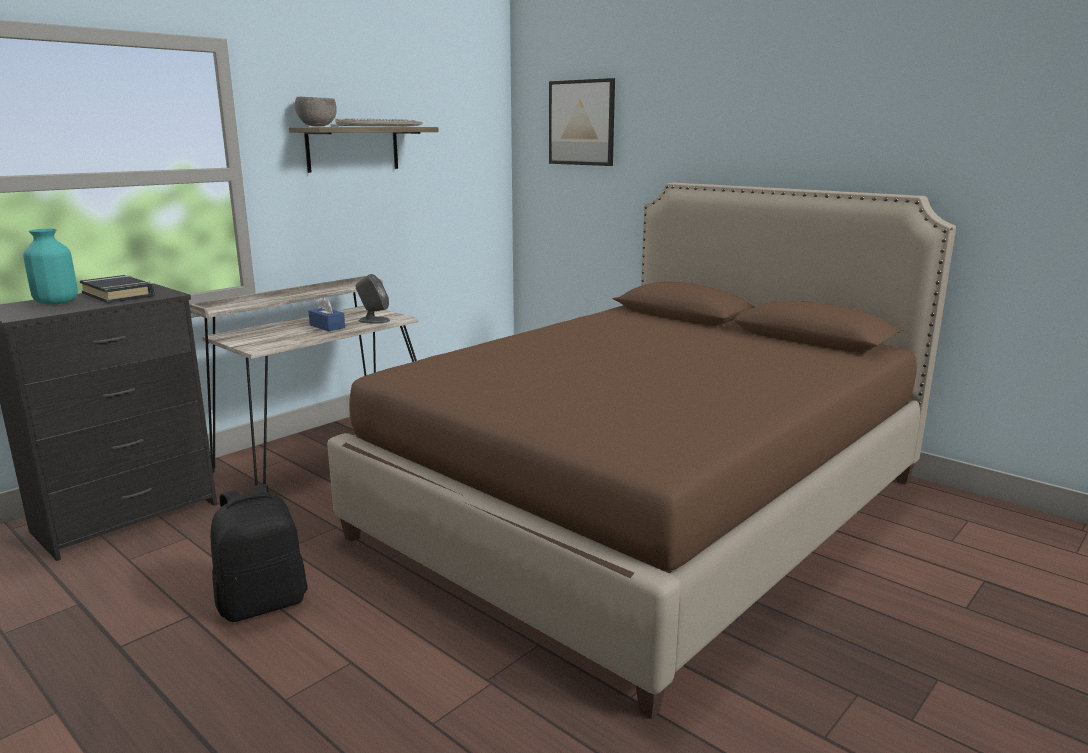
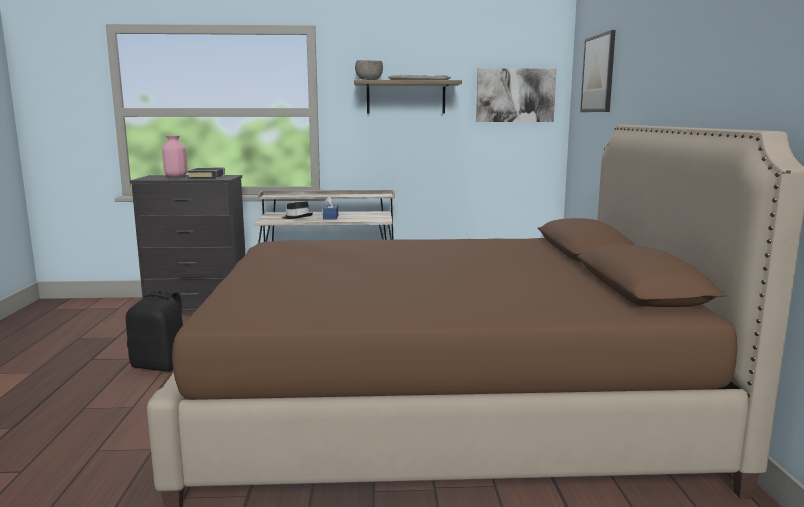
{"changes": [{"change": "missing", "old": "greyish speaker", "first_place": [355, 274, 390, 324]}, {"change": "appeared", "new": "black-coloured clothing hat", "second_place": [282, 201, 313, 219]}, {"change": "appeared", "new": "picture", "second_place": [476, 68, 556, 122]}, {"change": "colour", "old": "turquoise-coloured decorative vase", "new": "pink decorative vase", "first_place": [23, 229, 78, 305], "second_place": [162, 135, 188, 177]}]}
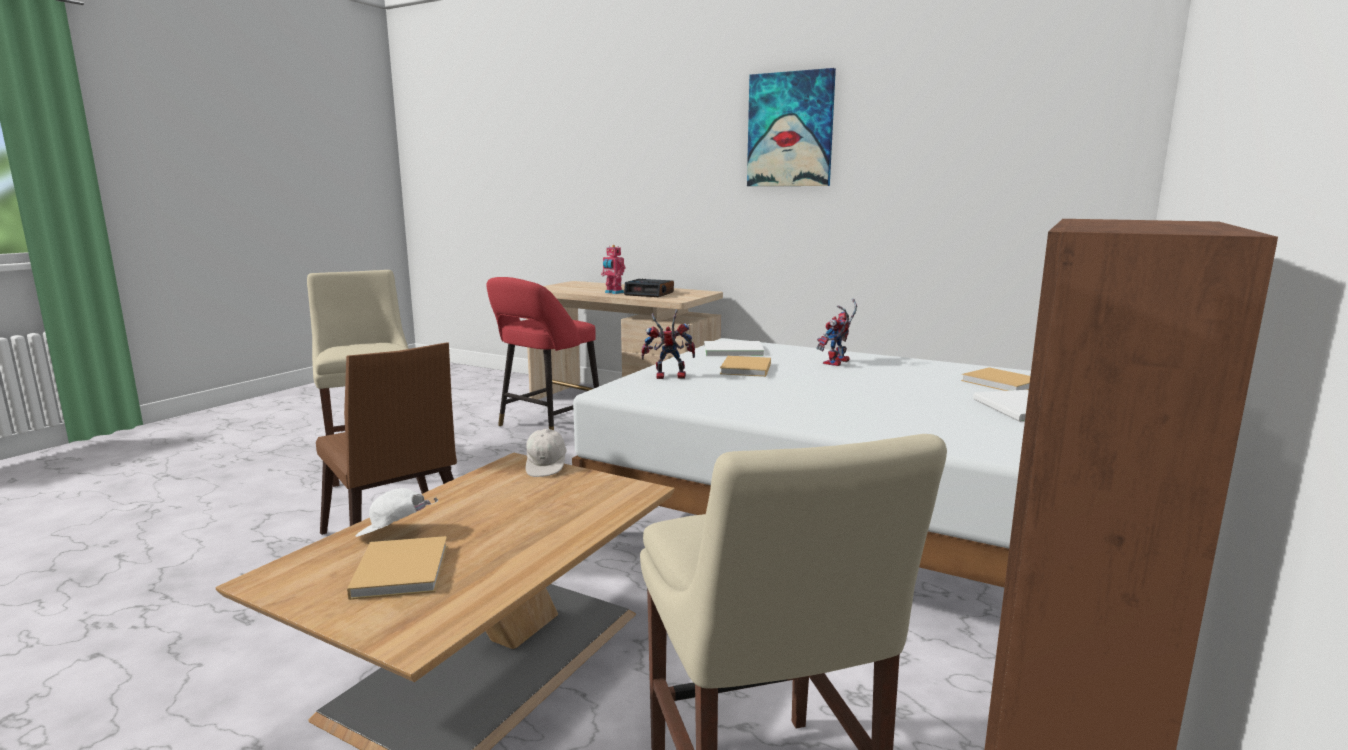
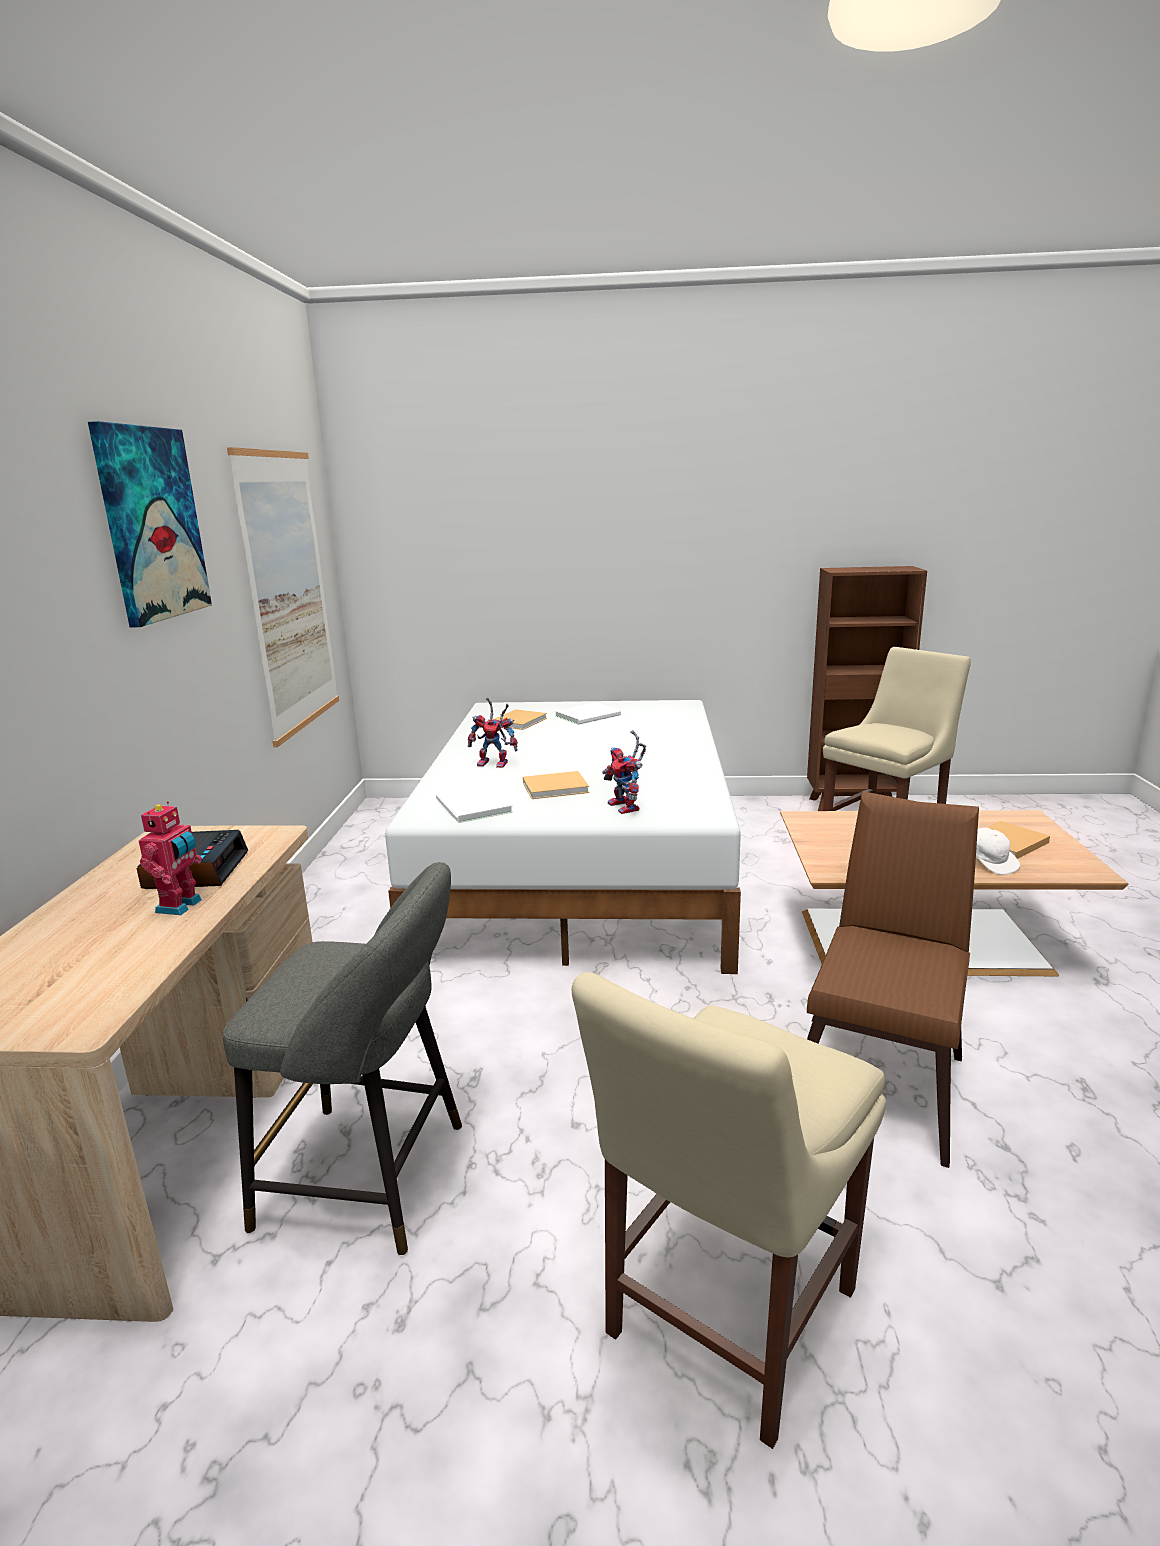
{"changes": [{"change": "missing", "old": "white-coloured peaked cap", "first_place": [526, 427, 567, 477]}, {"change": "appeared", "new": "picture", "second_place": [227, 447, 339, 747]}, {"change": "colour", "old": "red-coloured stool", "new": "greyish stool", "first_place": [487, 277, 599, 430], "second_place": [223, 862, 462, 1255]}]}
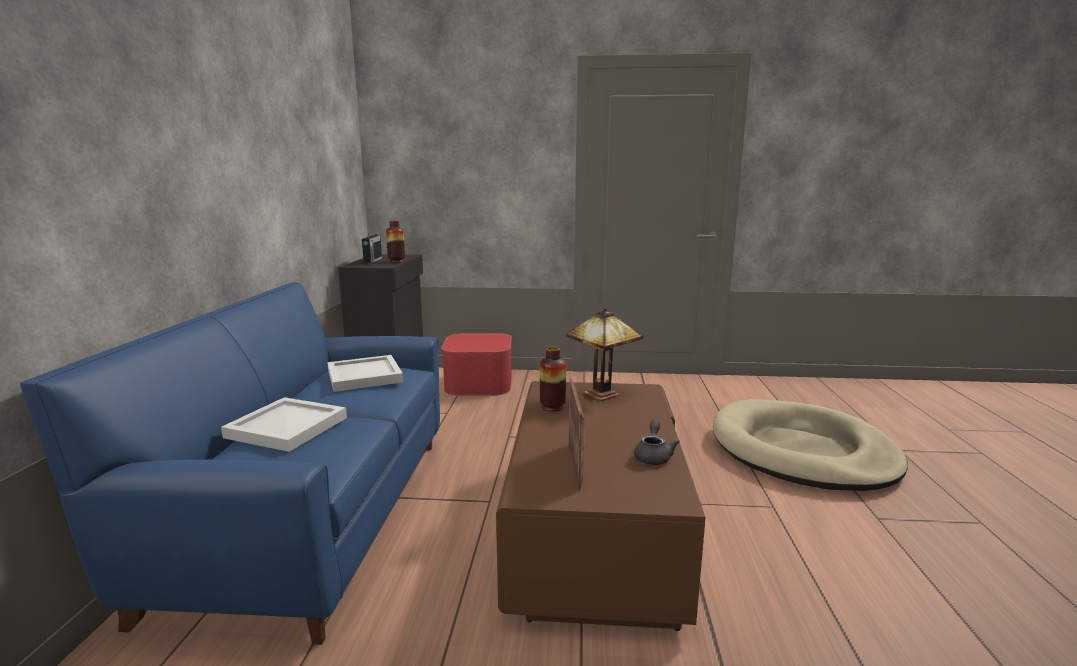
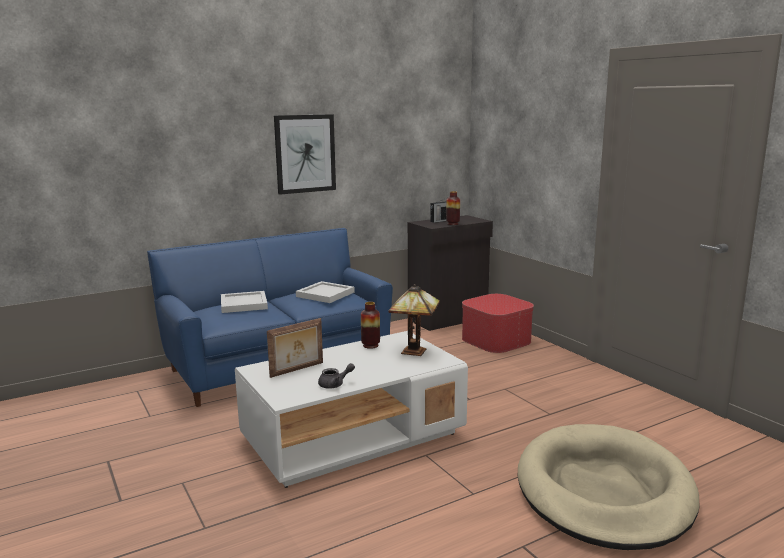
{"changes": [{"change": "appeared", "new": "picture", "second_place": [274, 114, 336, 195]}, {"change": "colour", "old": "brownish lounge table", "new": "white-coloured lounge table", "first_place": [496, 381, 706, 631], "second_place": [235, 331, 468, 488]}]}
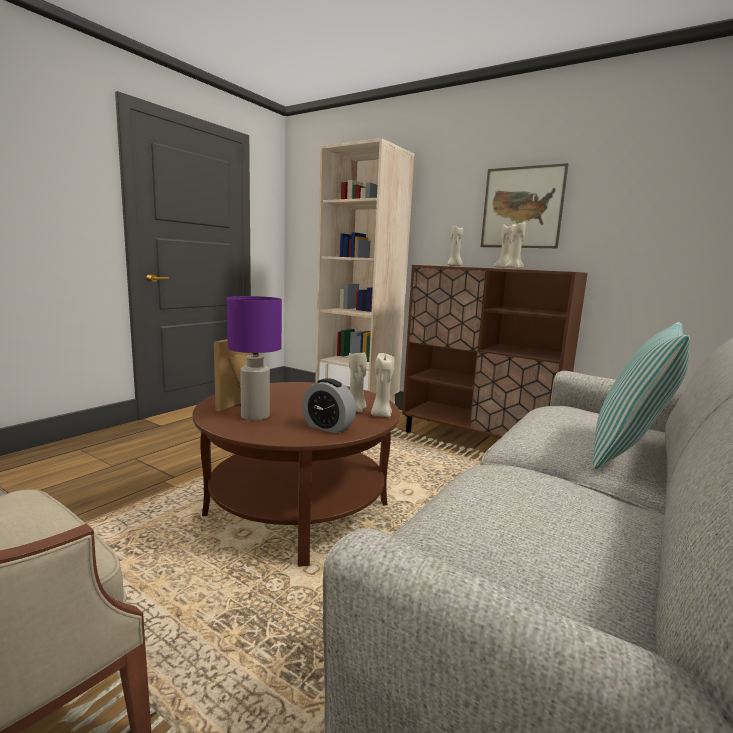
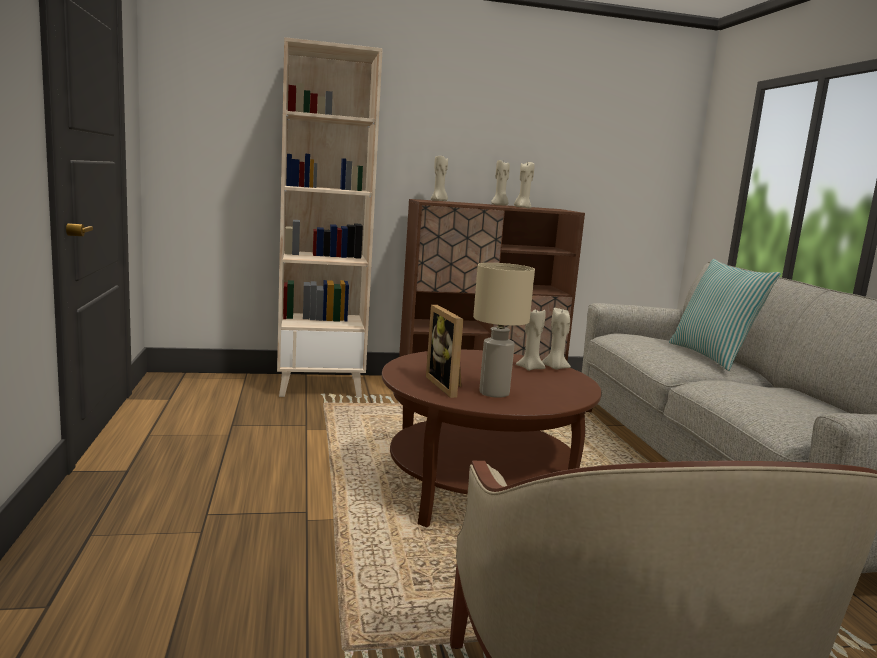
{"changes": [{"change": "missing", "old": "alarm clock", "first_place": [302, 378, 356, 434]}, {"change": "missing", "old": "picture", "first_place": [481, 163, 568, 248]}, {"change": "colour", "old": "purple table lamp", "new": "beige-coloured table lamp", "first_place": [227, 296, 282, 421], "second_place": [473, 263, 535, 398]}]}
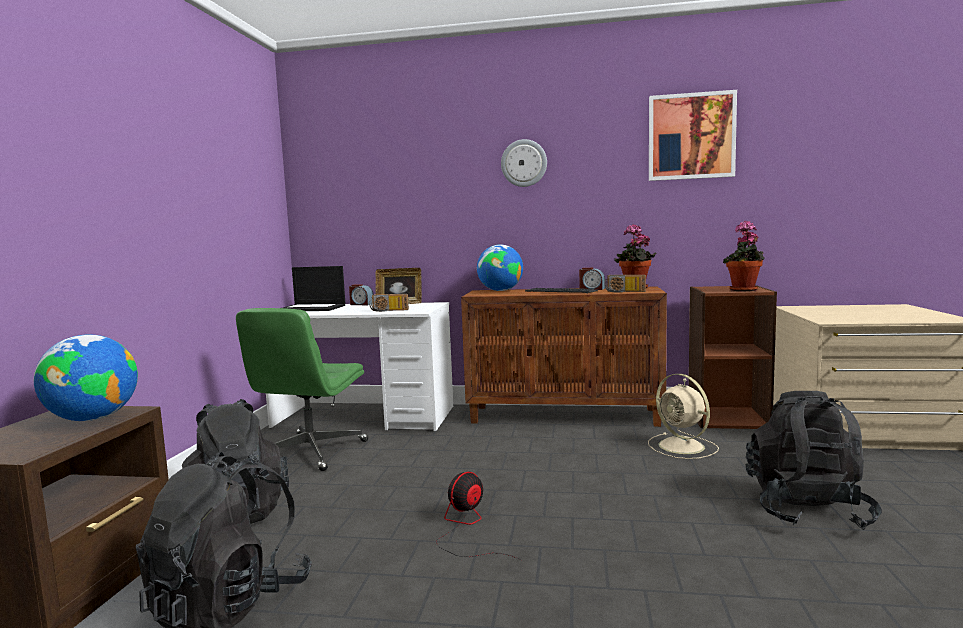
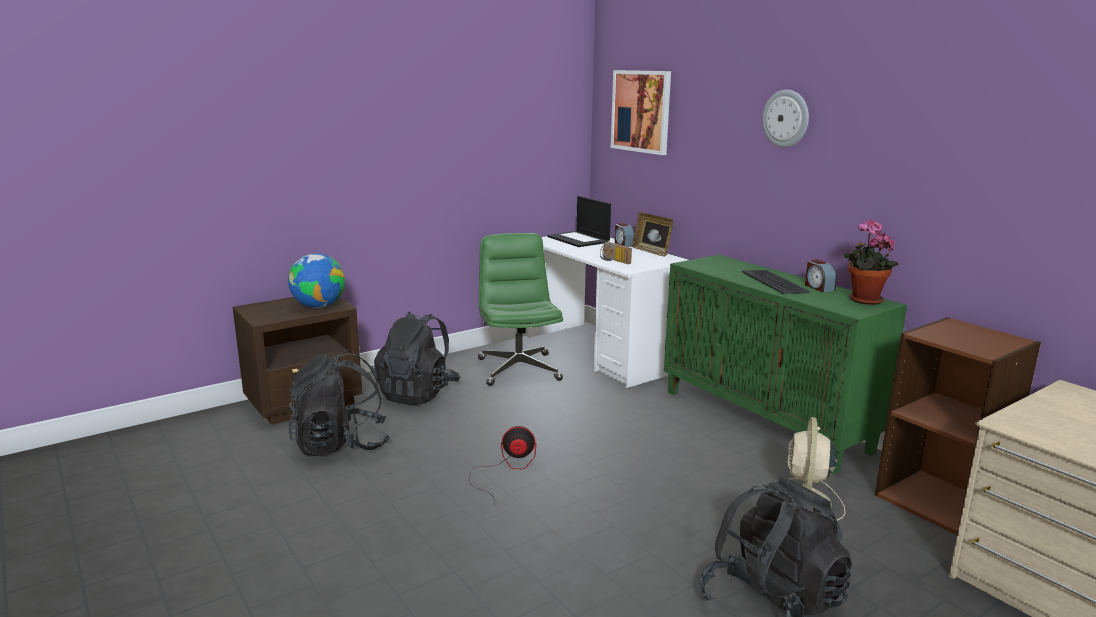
{"changes": [{"change": "missing", "old": "desk globe", "first_place": [477, 245, 523, 291]}, {"change": "missing", "old": "radio receiver", "first_place": [604, 275, 646, 292]}, {"change": "missing", "old": "potted plant", "first_place": [723, 221, 765, 291]}, {"change": "relocated", "old": "picture", "first_place": [649, 90, 737, 181], "second_place": [611, 70, 671, 155]}, {"change": "colour", "old": "brownish storage cabinet", "new": "green storage cabinet", "first_place": [461, 286, 667, 427], "second_place": [664, 255, 907, 474]}, {"change": "spun", "old": "green office chair", "first_place": [236, 308, 369, 471], "second_place": [478, 233, 563, 386], "degrees": 105}]}
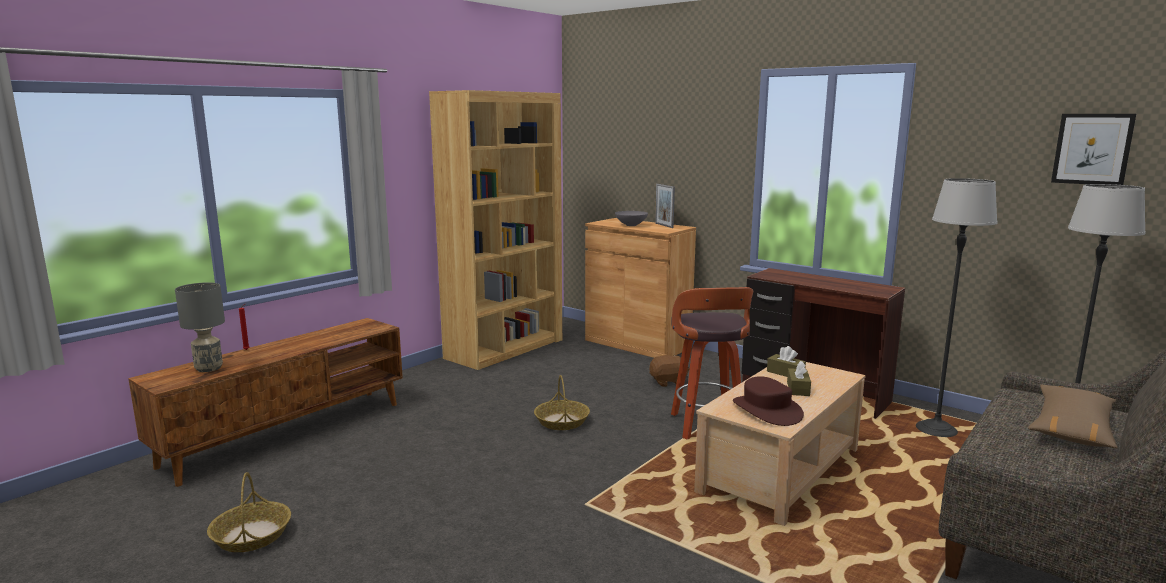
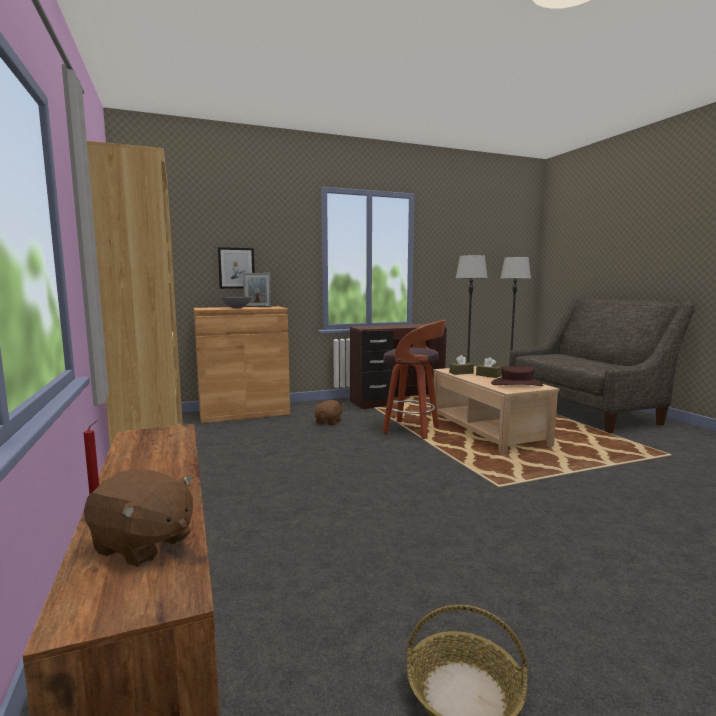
{"changes": [{"change": "missing", "old": "storage basket", "first_place": [534, 375, 590, 430]}, {"change": "missing", "old": "brownish cushion", "first_place": [1028, 385, 1118, 448]}, {"change": "relocated", "old": "picture", "first_place": [1051, 114, 1136, 185], "second_place": [218, 247, 255, 289]}, {"change": "exchanged", "old": "greyish table lamp", "new": "brownish soft toy", "first_place": [175, 282, 225, 372], "second_place": [84, 469, 193, 567]}]}
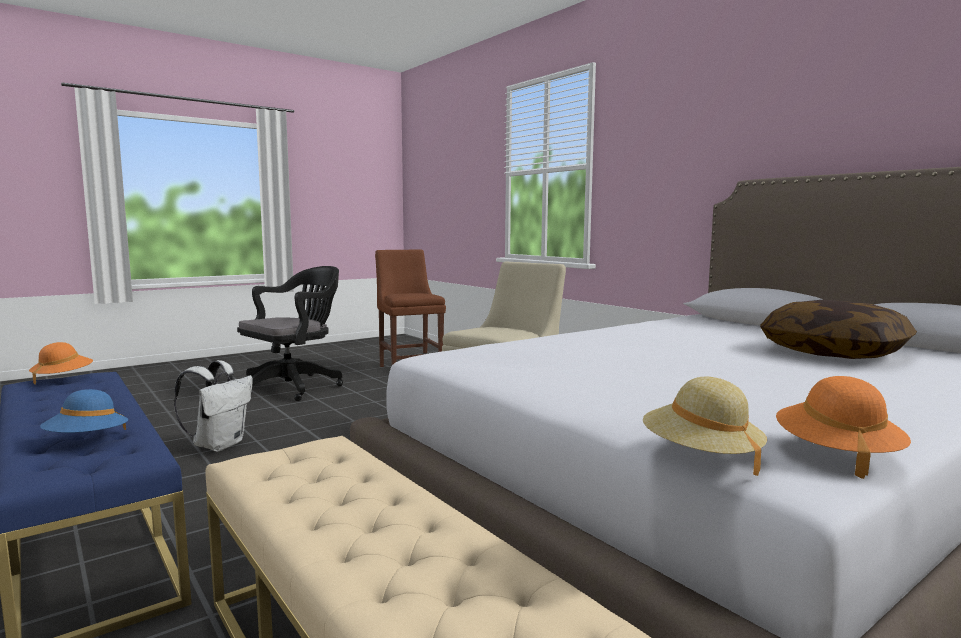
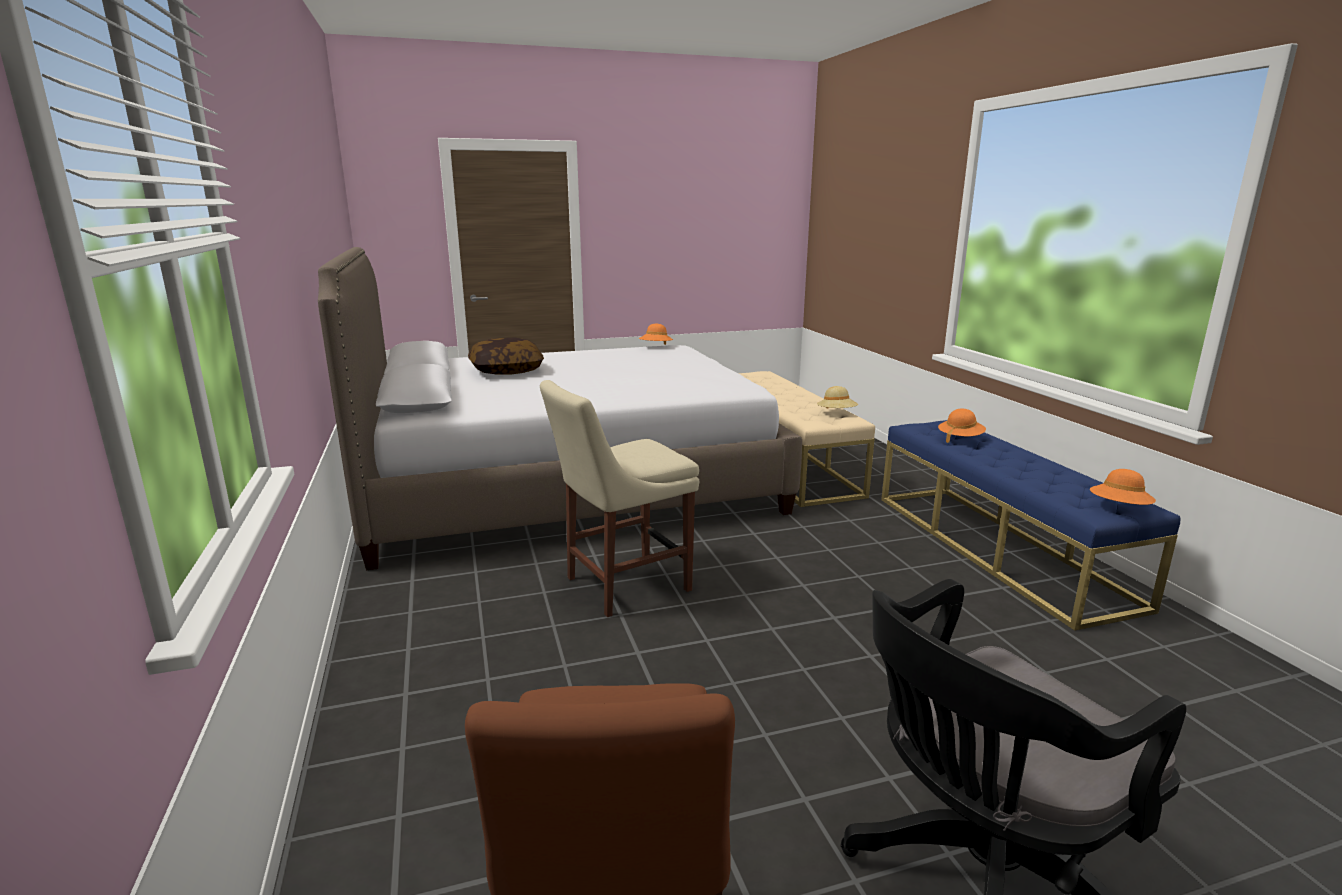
{"changes": [{"change": "missing", "old": "white-coloured backpack", "first_place": [174, 360, 253, 451]}, {"change": "relocated", "old": "beige-coloured clothing hat", "first_place": [643, 377, 767, 476], "second_place": [817, 386, 858, 409]}, {"change": "colour", "old": "blue-coloured clothing hat", "new": "orange clothing hat", "first_place": [40, 389, 128, 433], "second_place": [938, 408, 986, 443]}]}
